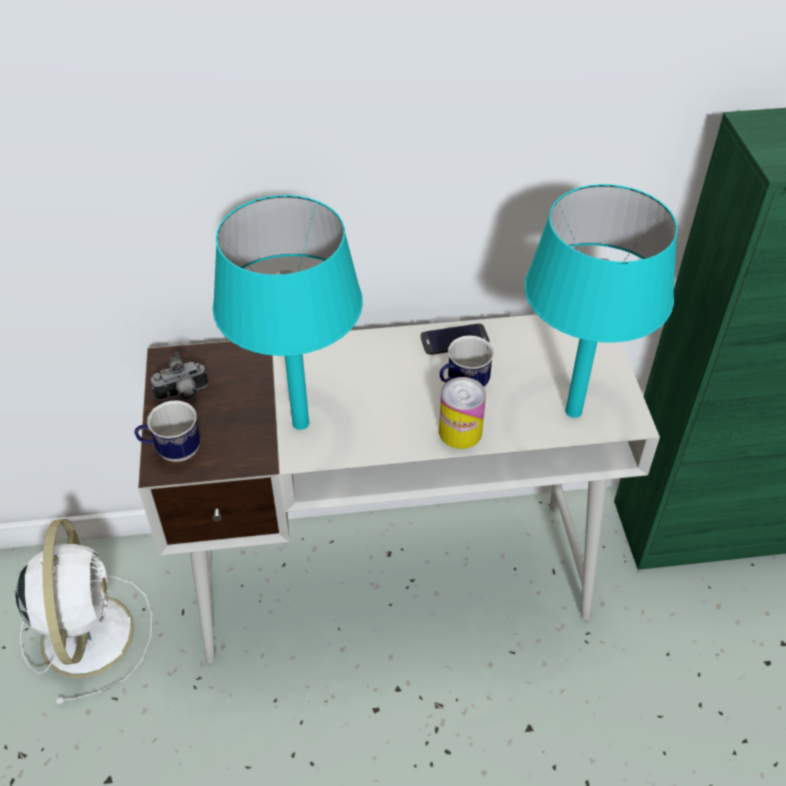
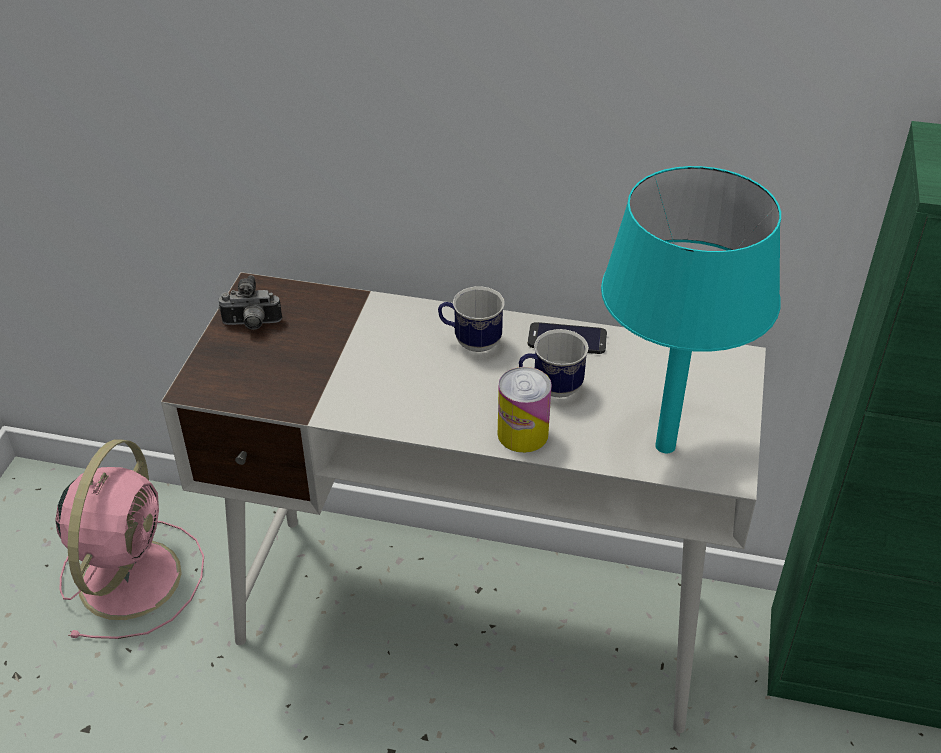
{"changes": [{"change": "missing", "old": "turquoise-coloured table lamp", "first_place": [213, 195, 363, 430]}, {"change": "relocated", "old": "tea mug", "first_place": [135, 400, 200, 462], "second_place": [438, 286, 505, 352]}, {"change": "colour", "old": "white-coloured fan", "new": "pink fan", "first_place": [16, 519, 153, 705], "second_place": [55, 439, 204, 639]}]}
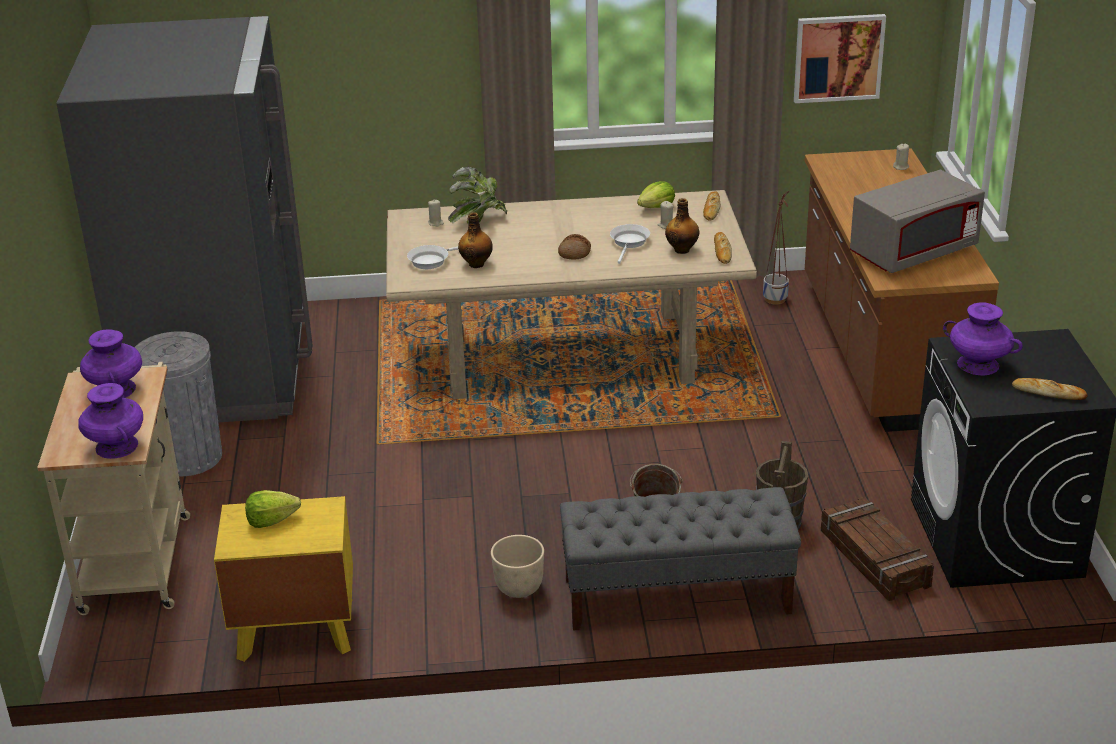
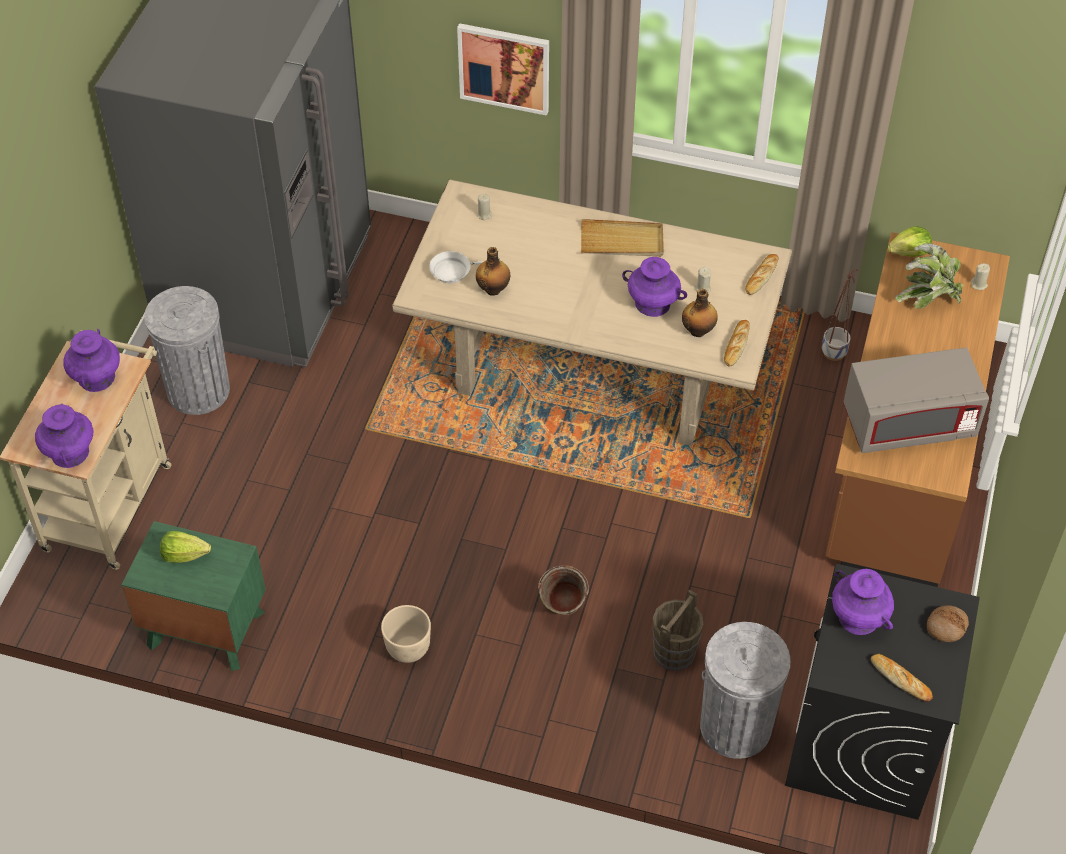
{"changes": [{"change": "missing", "old": "greyish long seat", "first_place": [560, 487, 801, 631]}, {"change": "appeared", "new": "beige-coloured serving tray", "second_place": [581, 219, 664, 257]}, {"change": "relocated", "old": "potted plant", "first_place": [448, 167, 507, 224], "second_place": [895, 243, 963, 309]}, {"change": "relocated", "old": "bakery bread", "first_place": [558, 234, 591, 260], "second_place": [927, 605, 969, 642]}, {"change": "relocated", "old": "lettuce head", "first_place": [637, 181, 675, 208], "second_place": [888, 226, 932, 257]}, {"change": "relocated", "old": "picture", "first_place": [794, 14, 886, 103], "second_place": [457, 23, 549, 116]}, {"change": "exchanged", "old": "white-coloured skillet", "new": "purple decorative vase", "first_place": [610, 224, 650, 264], "second_place": [622, 257, 687, 317]}, {"change": "exchanged", "old": "shipping crate", "new": "greyish trash can", "first_place": [821, 497, 934, 601], "second_place": [700, 622, 790, 759]}, {"change": "colour", "old": "yellow night table", "new": "green night table", "first_place": [214, 496, 353, 662], "second_place": [122, 521, 266, 671]}]}
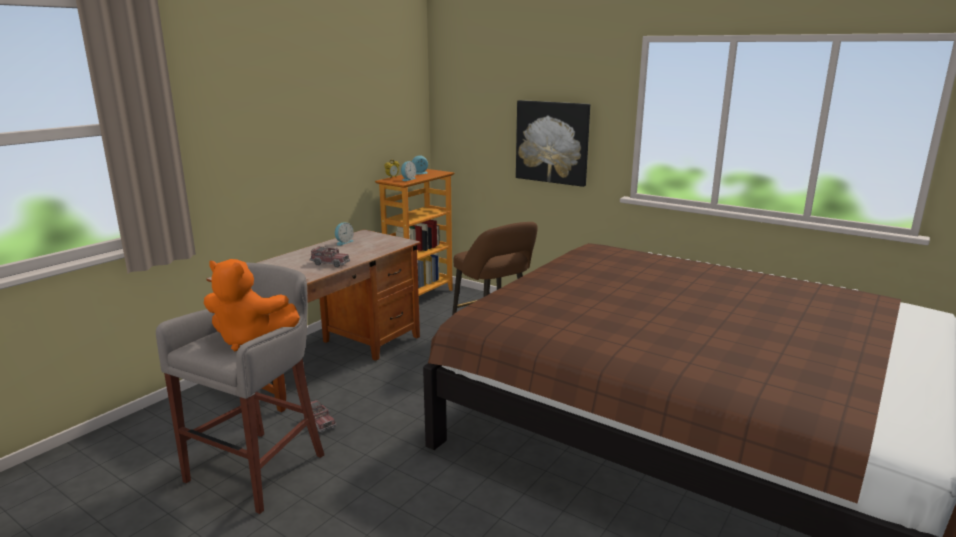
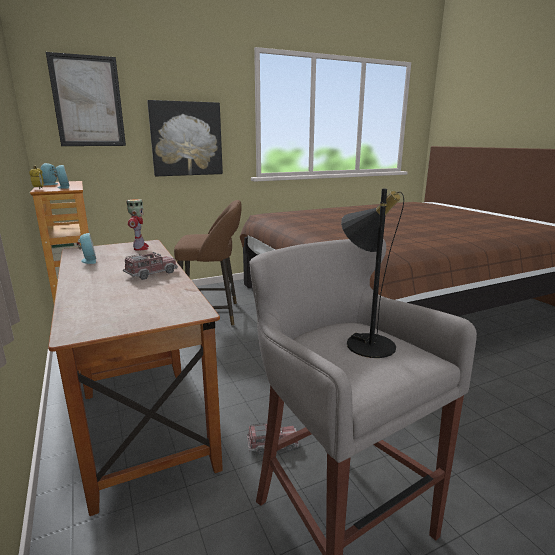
{"changes": [{"change": "appeared", "new": "picture", "second_place": [46, 52, 126, 146]}, {"change": "appeared", "new": "toy robot", "second_place": [126, 199, 149, 250]}, {"change": "exchanged", "old": "orange soft toy", "new": "black-coloured table lamp", "first_place": [204, 259, 300, 351], "second_place": [341, 189, 404, 358]}]}
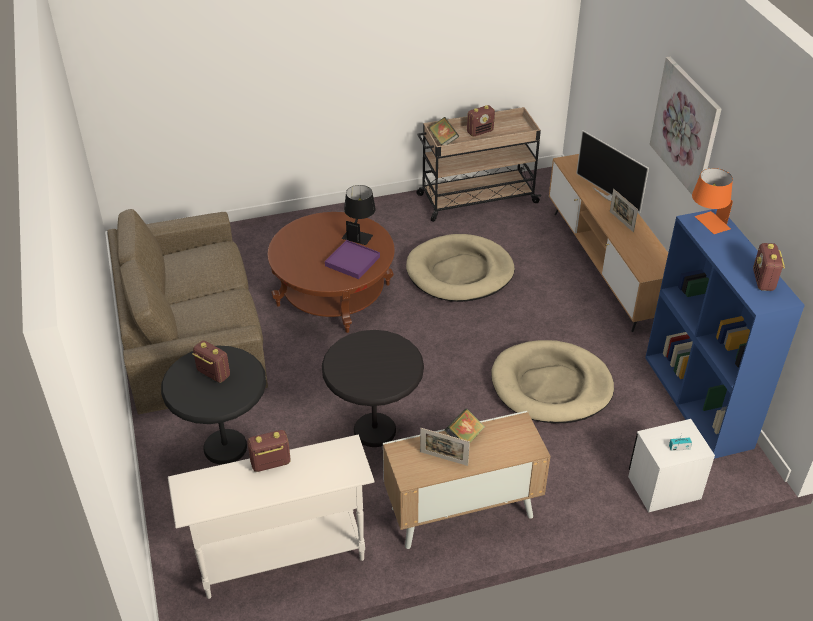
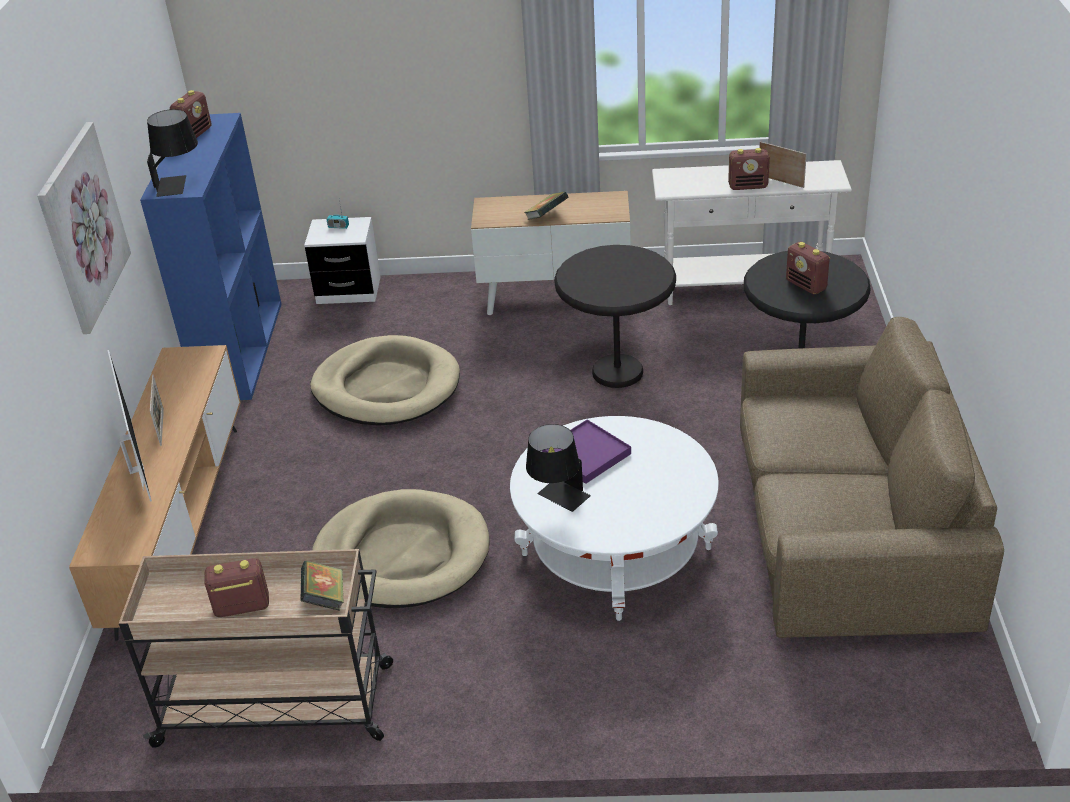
{"changes": [{"change": "relocated", "old": "picture frame", "first_place": [420, 428, 470, 466], "second_place": [759, 141, 807, 188]}, {"change": "colour", "old": "brownish lounge table", "new": "white-coloured lounge table", "first_place": [268, 212, 395, 333], "second_place": [510, 416, 719, 621]}, {"change": "colour", "old": "orange table lamp", "new": "black-coloured table lamp", "first_place": [692, 168, 733, 234], "second_place": [147, 109, 198, 197]}]}
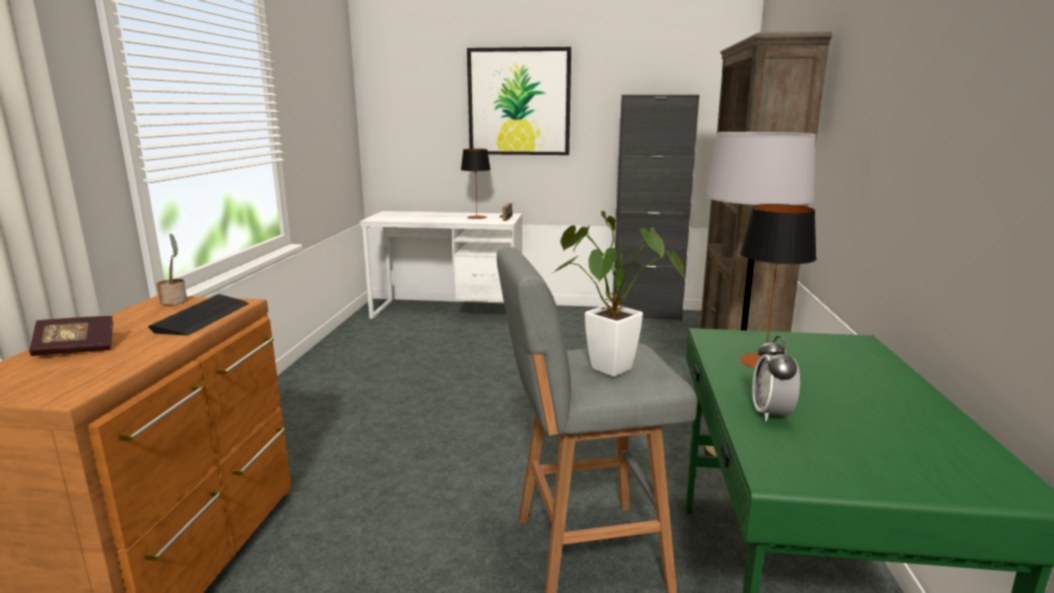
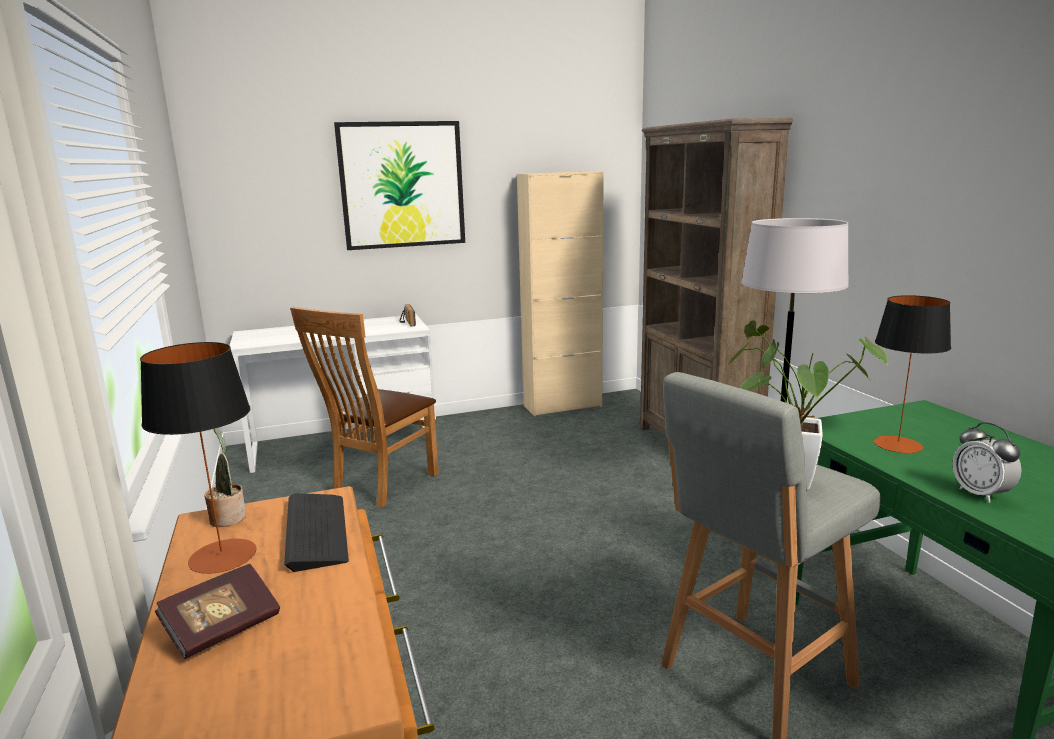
{"changes": [{"change": "appeared", "new": "brownish plain chair", "second_place": [290, 307, 439, 507]}, {"change": "relocated", "old": "table lamp", "first_place": [461, 149, 491, 219], "second_place": [140, 342, 256, 574]}, {"change": "colour", "old": "black-coloured storage cabinet", "new": "beige-coloured storage cabinet", "first_place": [613, 95, 699, 321], "second_place": [517, 171, 604, 416]}]}
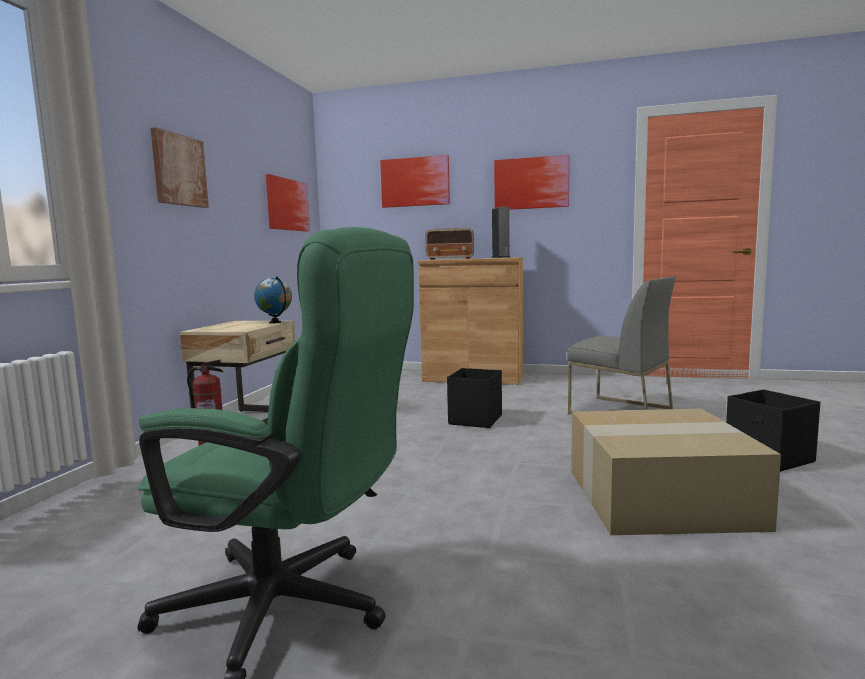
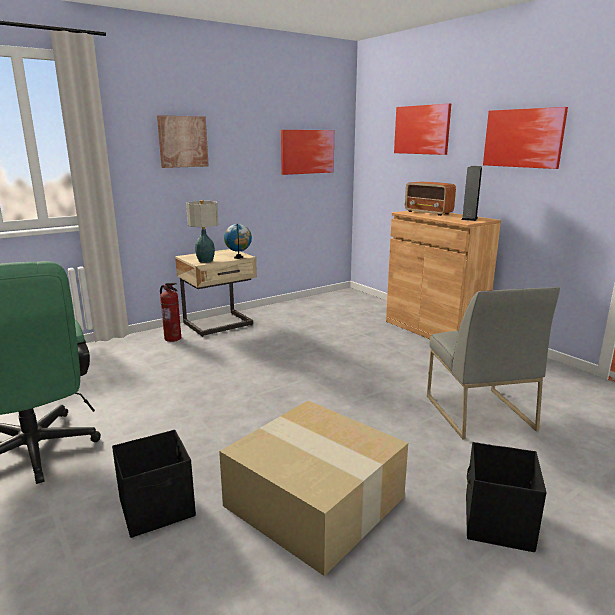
{"changes": [{"change": "appeared", "new": "table lamp", "second_place": [186, 200, 219, 263]}, {"change": "relocated", "old": "black-coloured storage bin", "first_place": [447, 368, 502, 428], "second_place": [112, 430, 196, 538]}]}
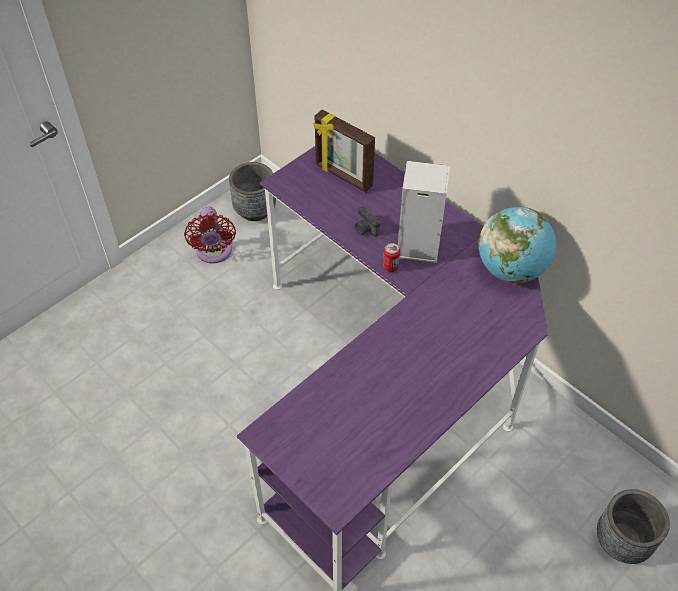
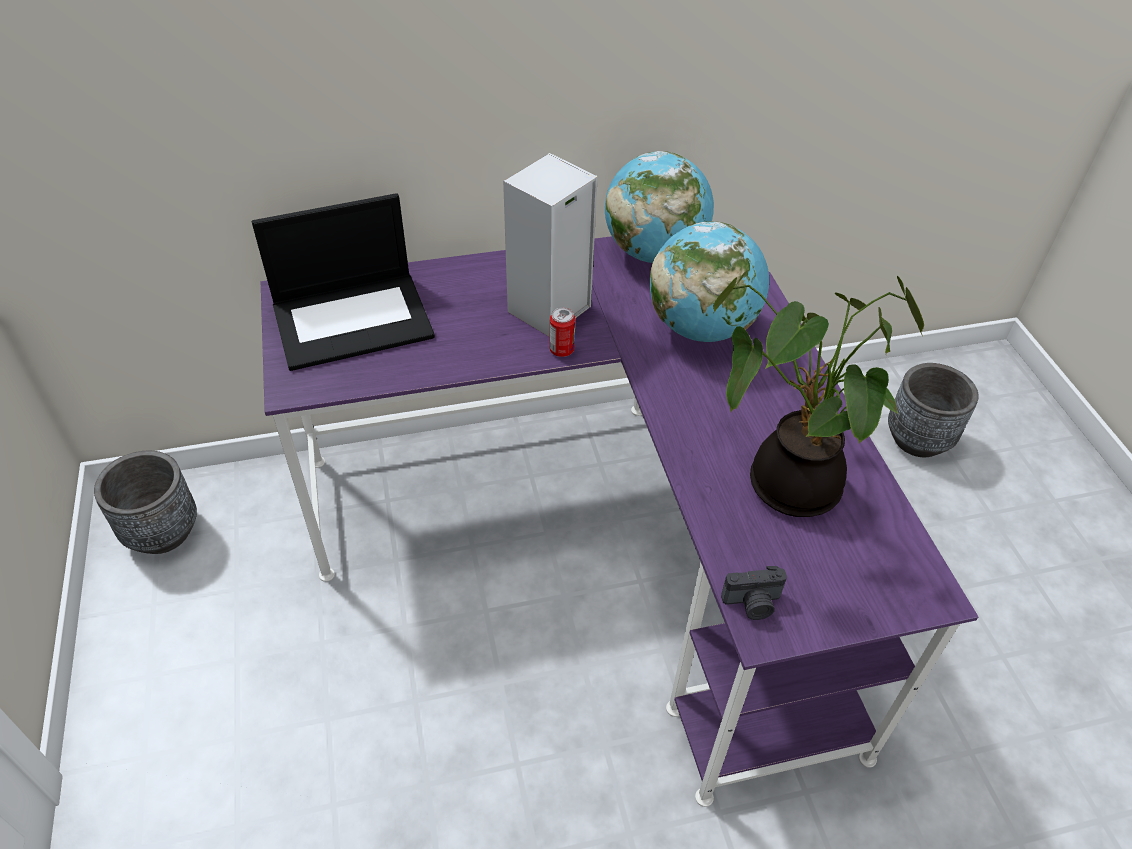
{"changes": [{"change": "missing", "old": "red-coloured fan", "first_place": [184, 207, 236, 264]}, {"change": "appeared", "new": "desk globe", "second_place": [650, 221, 769, 342]}, {"change": "appeared", "new": "potted plant", "second_place": [713, 269, 924, 517]}, {"change": "relocated", "old": "still camera", "first_place": [355, 206, 380, 237], "second_place": [721, 566, 787, 620]}, {"change": "exchanged", "old": "picture frame", "new": "portable computer", "first_place": [313, 110, 375, 192], "second_place": [252, 193, 435, 371]}]}
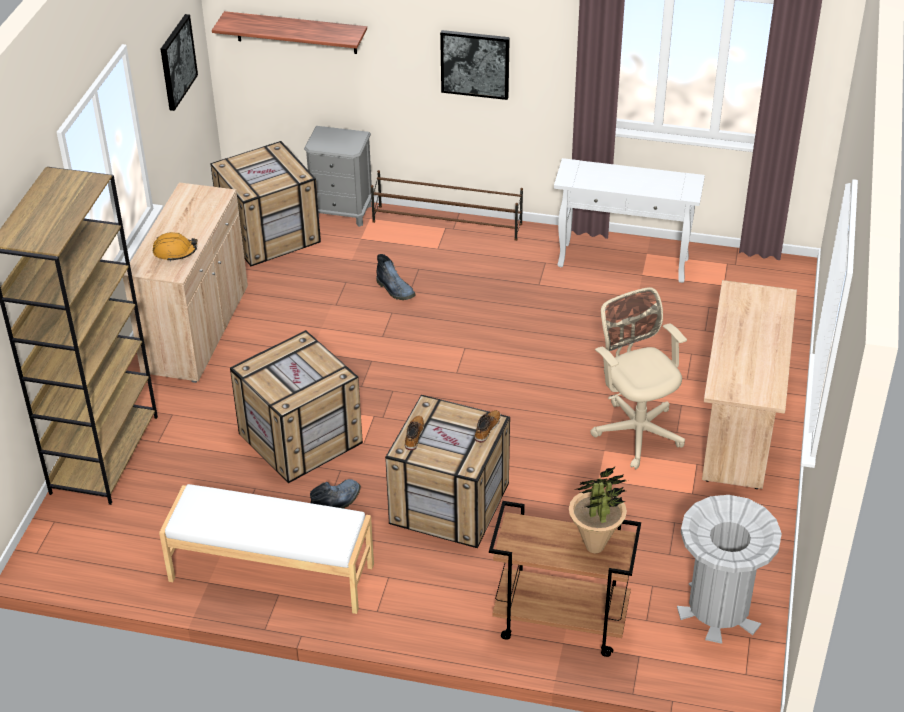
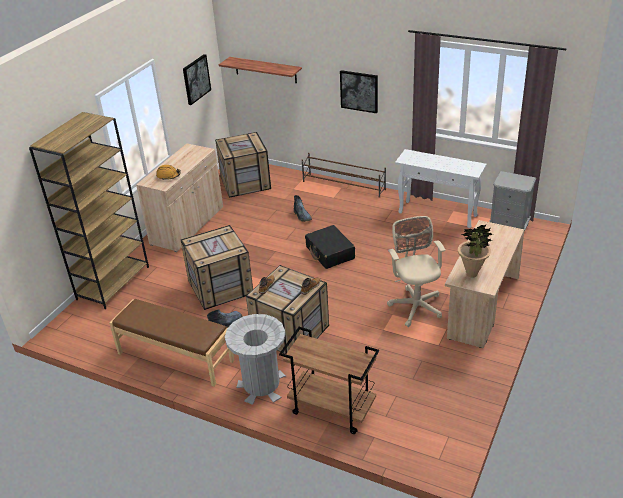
{"changes": [{"change": "appeared", "new": "black-coloured suitcase", "second_place": [305, 225, 355, 269]}, {"change": "relocated", "old": "greyish night table", "first_place": [304, 126, 372, 227], "second_place": [489, 171, 536, 231]}, {"change": "relocated", "old": "potted plant", "first_place": [569, 466, 627, 553], "second_place": [458, 224, 493, 278]}, {"change": "relocated", "old": "greyish trash can", "first_place": [677, 495, 782, 644], "second_place": [225, 314, 286, 405]}, {"change": "colour", "old": "white-coloured long seat", "new": "brownish long seat", "first_place": [159, 484, 374, 614], "second_place": [109, 299, 235, 387]}]}
